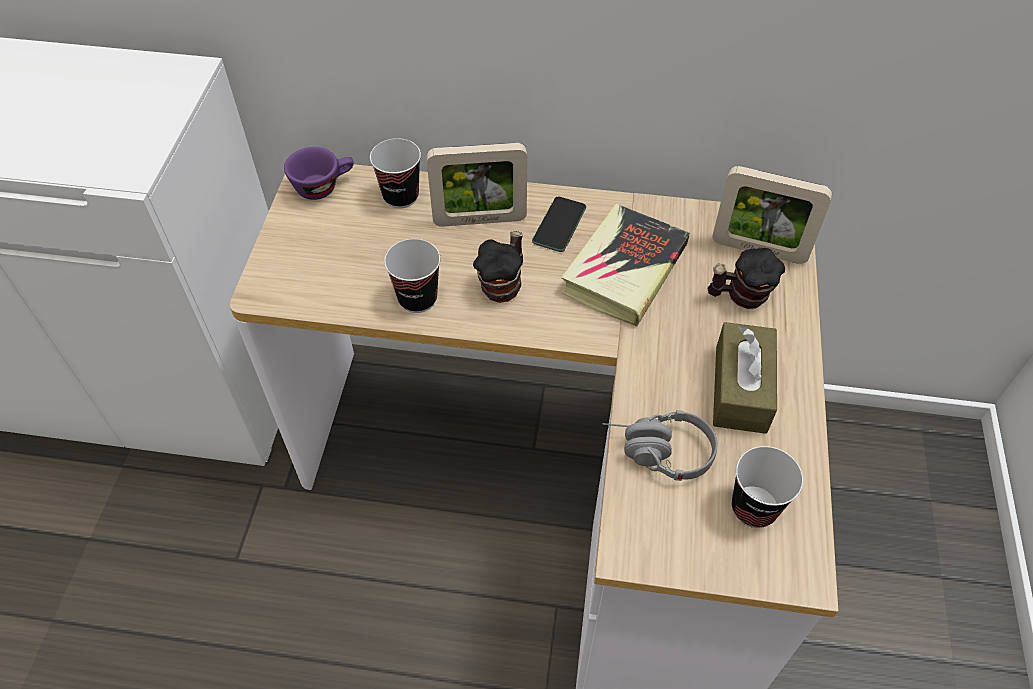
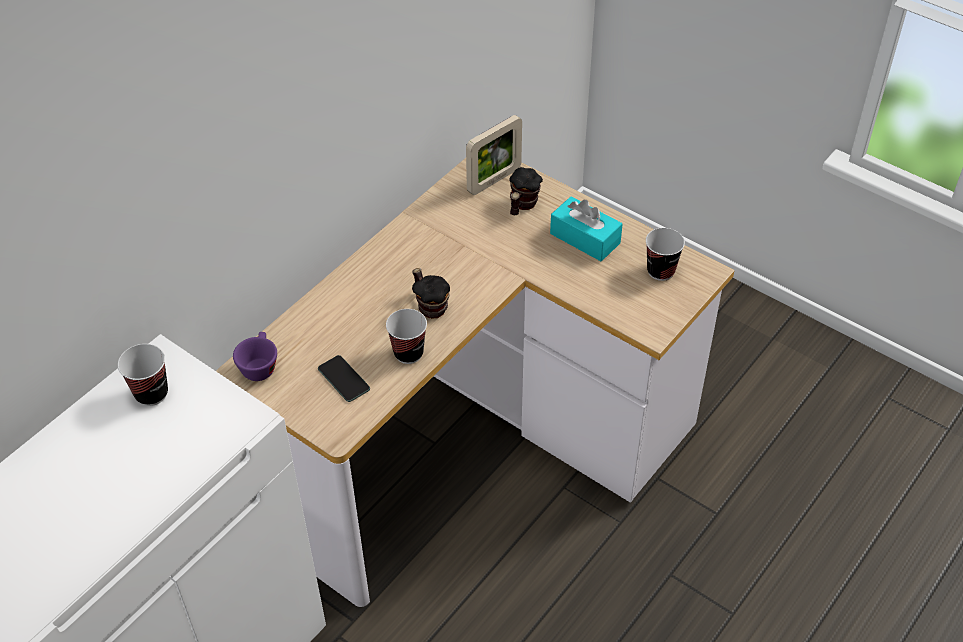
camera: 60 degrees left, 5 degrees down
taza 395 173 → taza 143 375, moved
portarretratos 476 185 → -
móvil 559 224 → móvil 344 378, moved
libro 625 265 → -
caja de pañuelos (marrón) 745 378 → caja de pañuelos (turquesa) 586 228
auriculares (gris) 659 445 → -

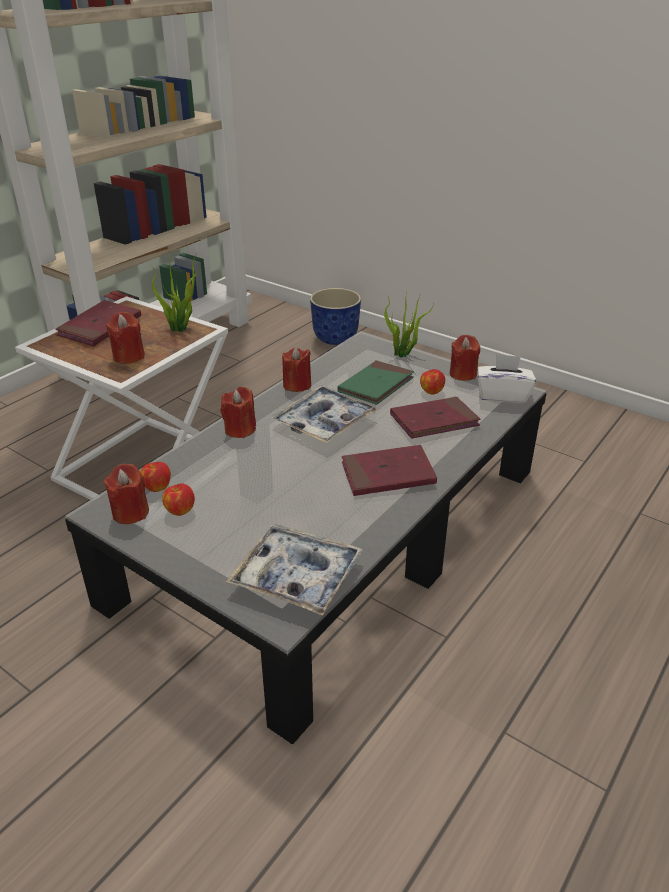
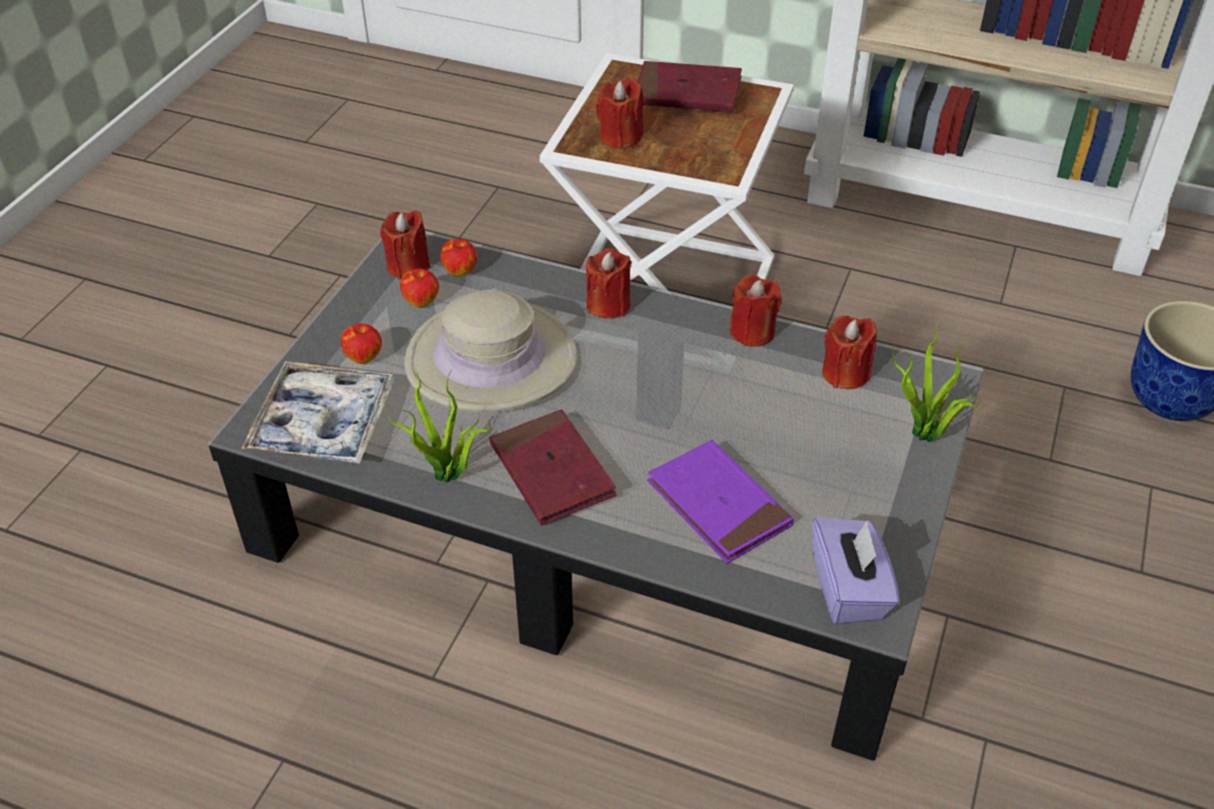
camera: 75 degrees right, 10 degrees up
planta en maceta 175 291 → planta en maceta 437 426, moved
vela (rojo) 465 358 → vela (rojo) 849 352, moved
caja de pañuelos (blanco) 506 378 → caja de pañuelos (morado) 856 570
libro (verde) 375 382 → -
manzana 432 381 → manzana 361 343, moved
bandeja 324 414 → -
libro (rojo) 435 417 → libro (morado) 720 501
- → sombrero (beis) 490 350

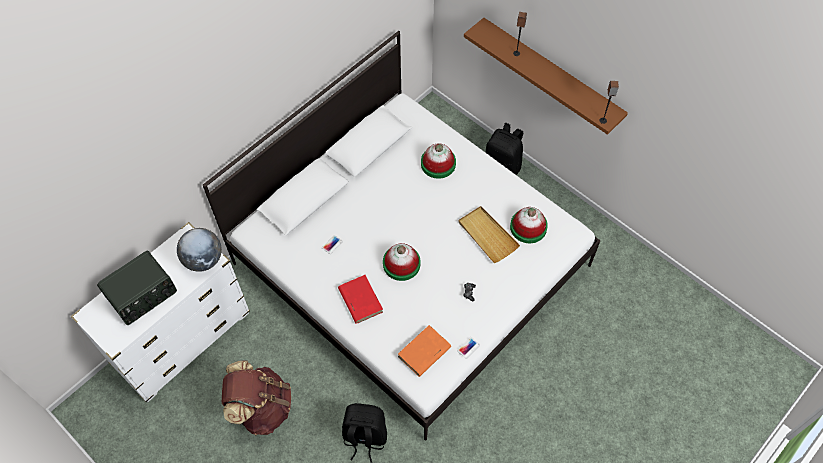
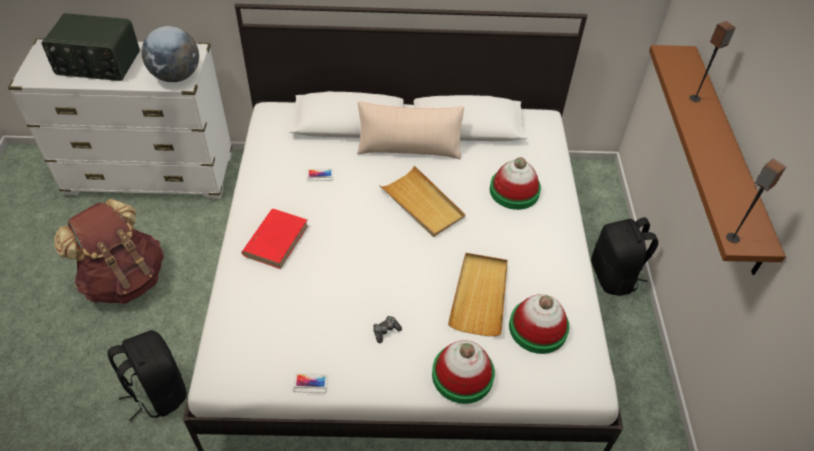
camera: 45 degrees right, 10 degrees down
sombrero 402 262 → sombrero 463 372, moved
libro (naranja) 424 351 → -
- → cojín (beis) 410 130
- → bandeja (beis) 422 201

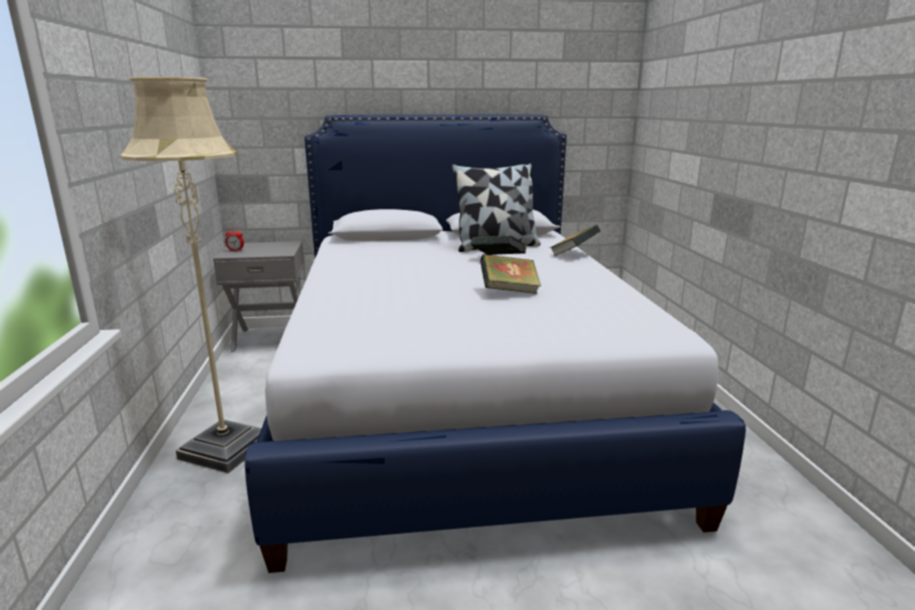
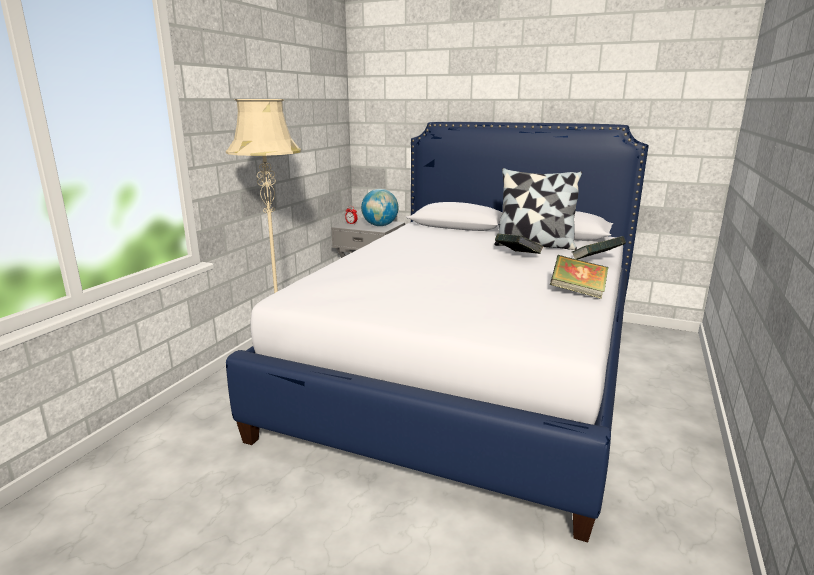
camera: 30 degrees right, 0 degrees up
libro 510 274 → libro 579 277, moved
- → globo terráqueo 380 207

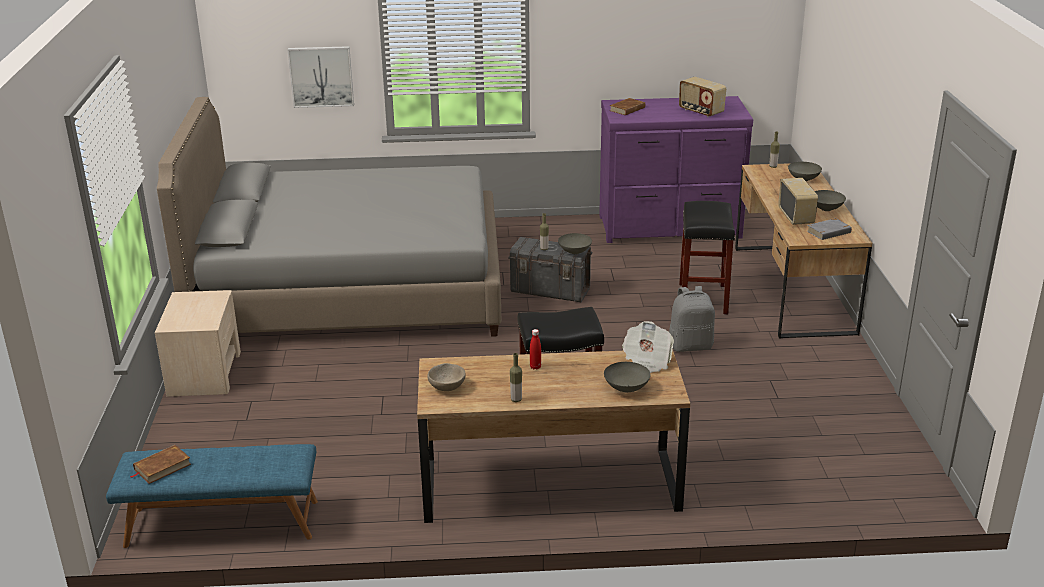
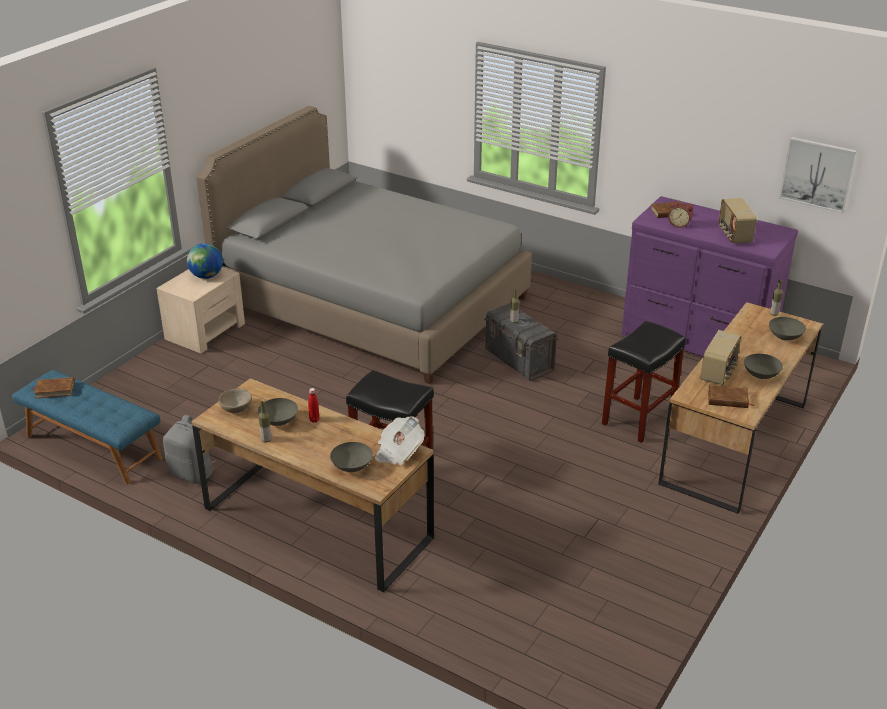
camera: 35 degrees right, 5 degrees up
cuadro 320 77 → cuadro 818 175, moved
libro (gris) 829 229 → libro (marrón) 731 396
cuenco (gris) 575 243 → cuenco (gris) 278 412, moved
mochila (gris) 692 319 → mochila (gris) 189 449, moved
- → despertador 680 214
- → globo terráqueo 205 261

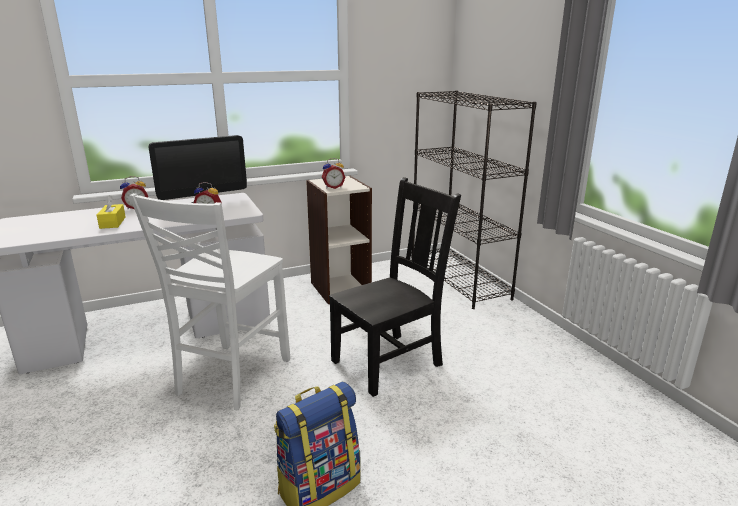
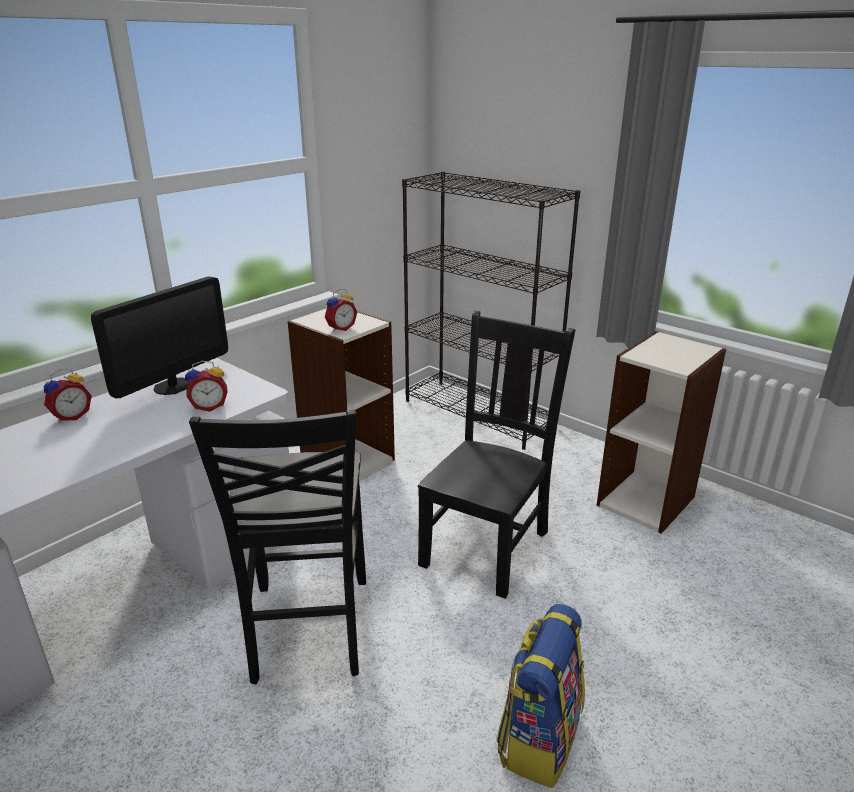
camera: 25 degrees left, 5 degrees up
silla (blanco) 209 301 → silla (negro) 277 546
caja de pañuelos (amarillo) 111 212 → -
- → estantería 661 432

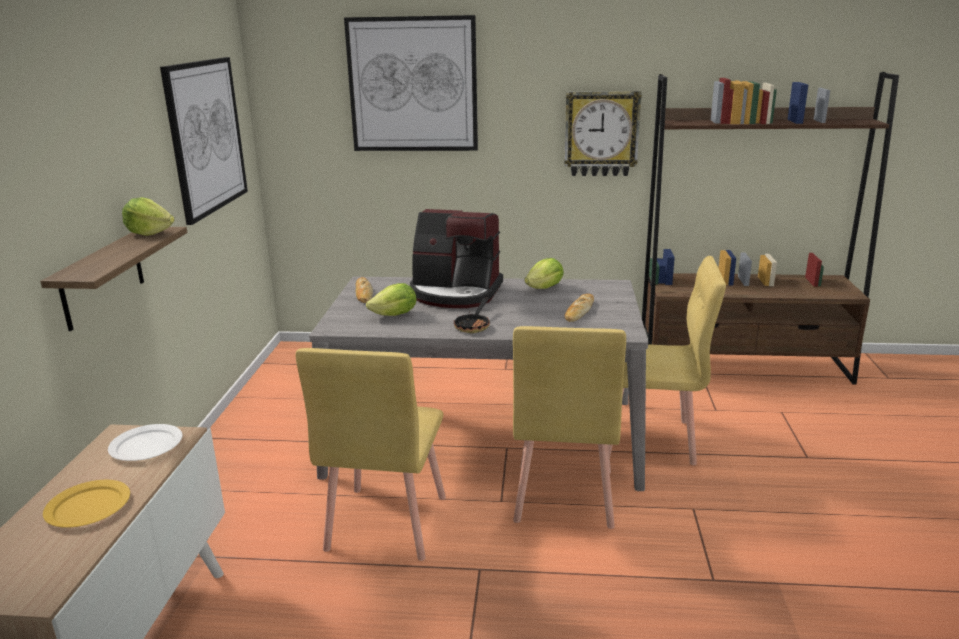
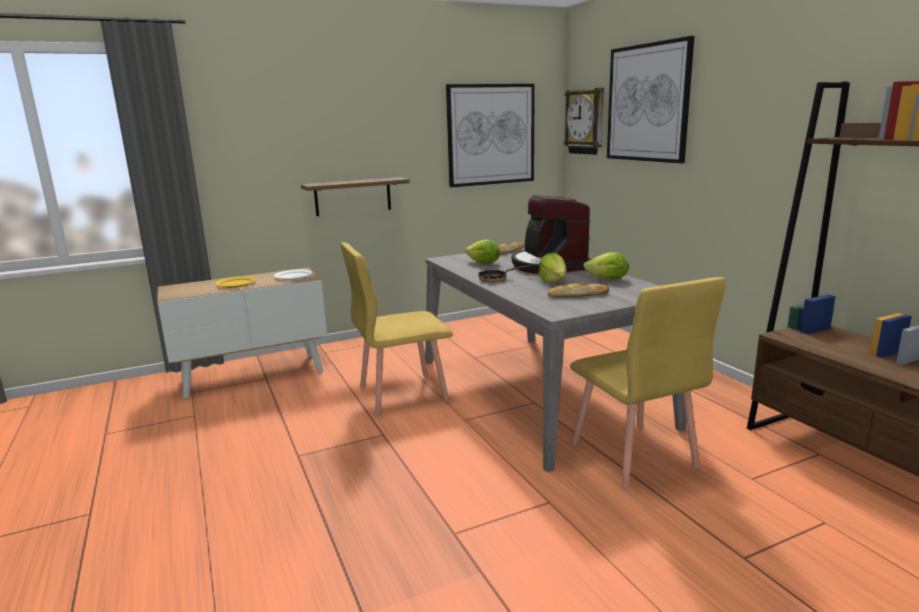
camera: 60 degrees right, 5 degrees down
reloj de pared 603 133 → reloj de pared 584 121, moved
lechuga 148 216 → lechuga 552 268, moved
silla (amarillo) 569 427 → -

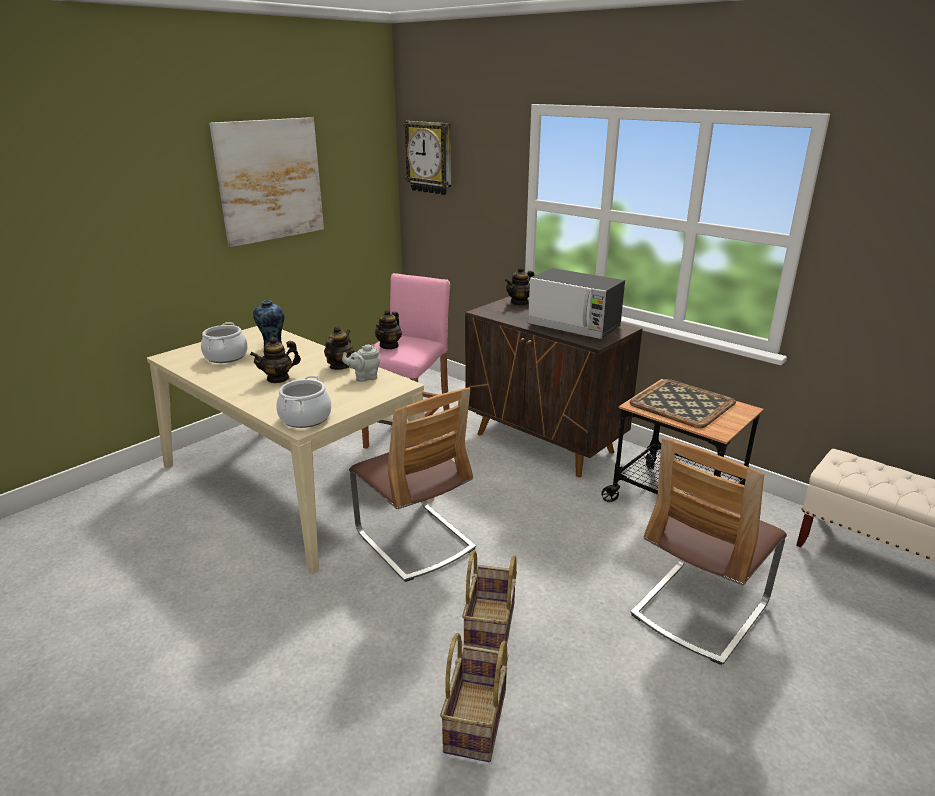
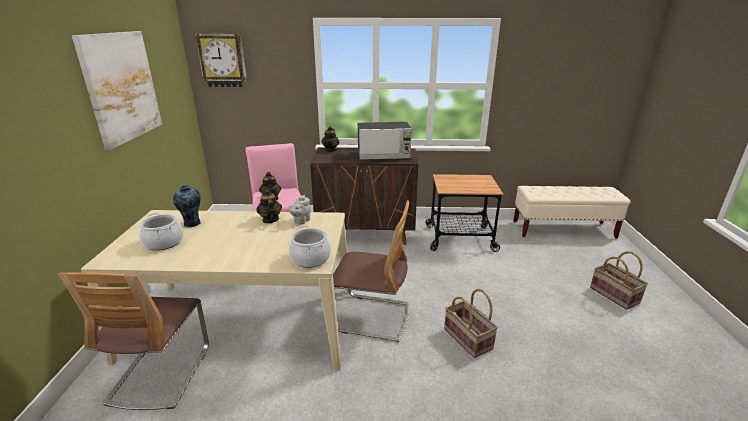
camera: 40 degrees left, 0 degrees up
tetera 275 360 → -
bandeja 682 403 → -
silla 708 551 → silla 133 341, moved
cesta 474 697 → cesta 619 280, moved

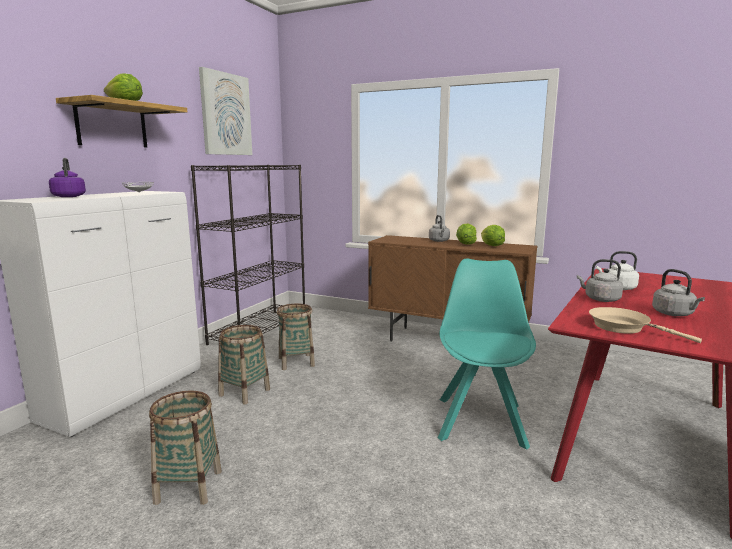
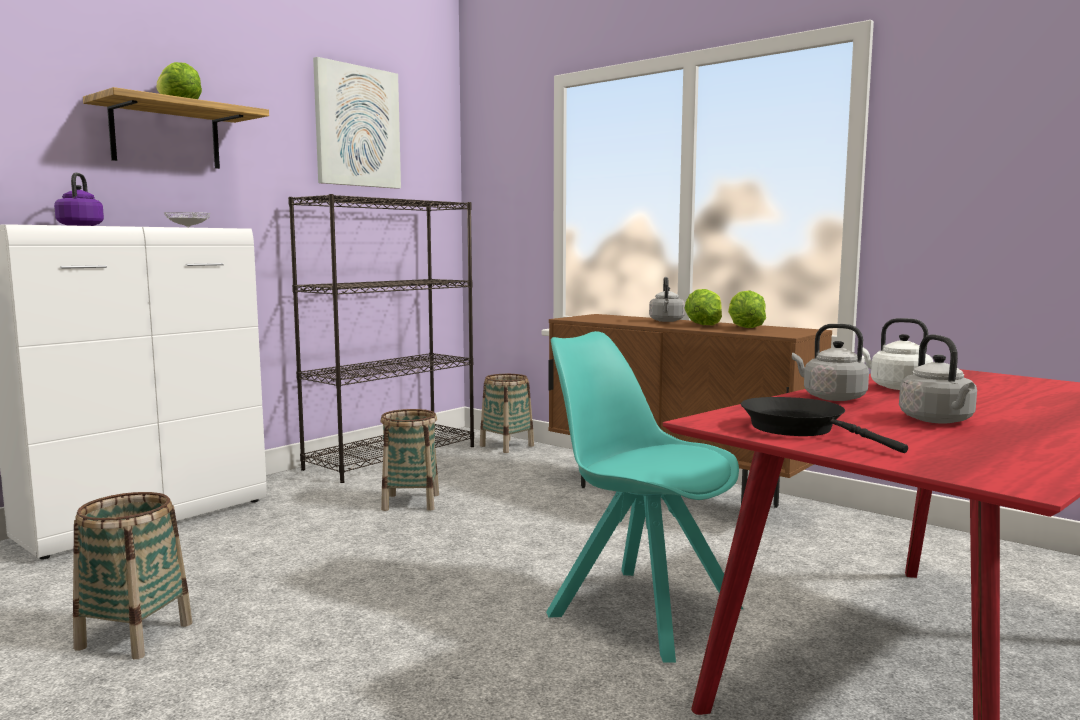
camera: 15 degrees right, 5 degrees down
silla (turquesa) 487 354 → silla (turquesa) 644 497, 75 degrees counterclockwise
sartén (beis) 645 325 → sartén (negro) 824 425
cesta 244 364 → cesta 507 413, moved

